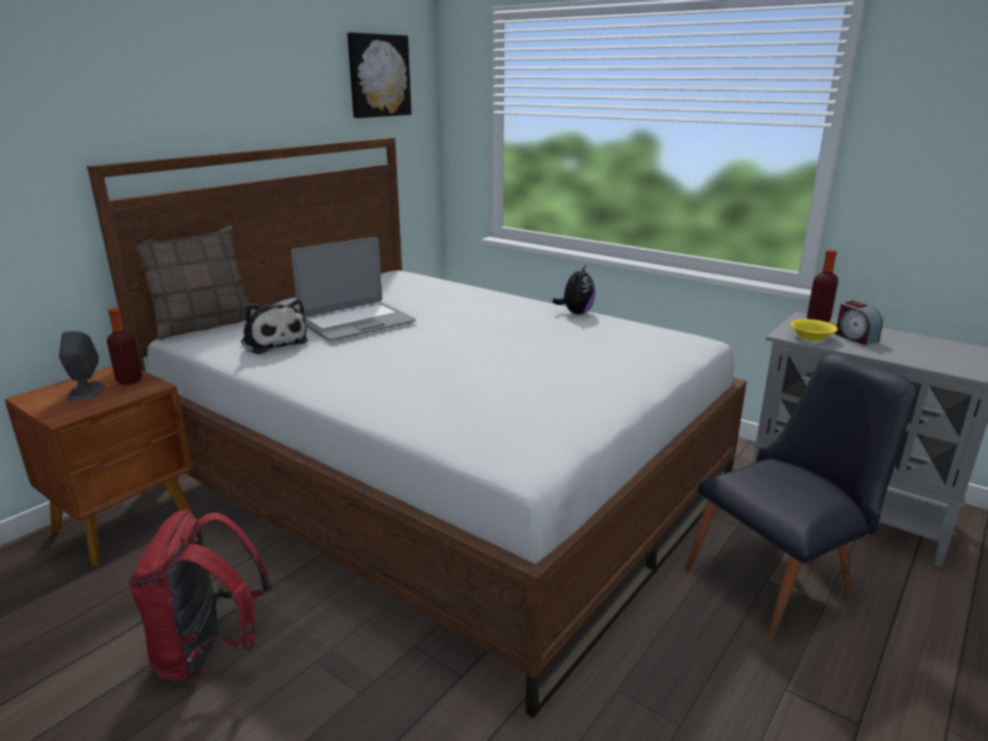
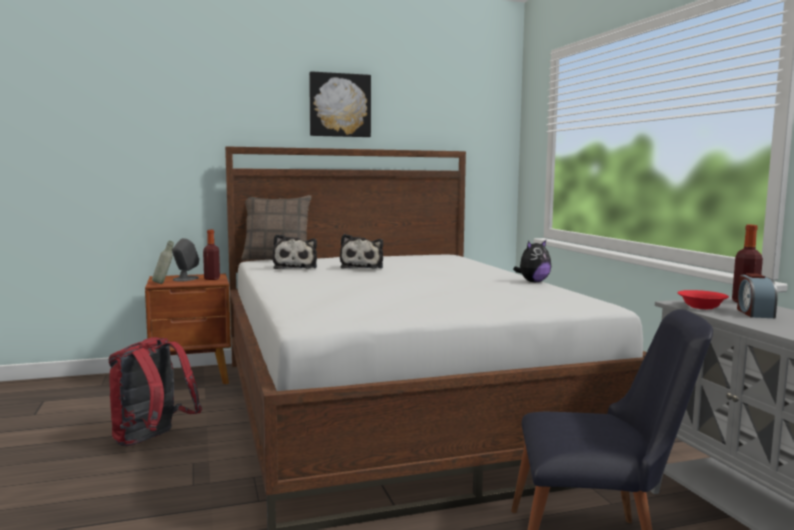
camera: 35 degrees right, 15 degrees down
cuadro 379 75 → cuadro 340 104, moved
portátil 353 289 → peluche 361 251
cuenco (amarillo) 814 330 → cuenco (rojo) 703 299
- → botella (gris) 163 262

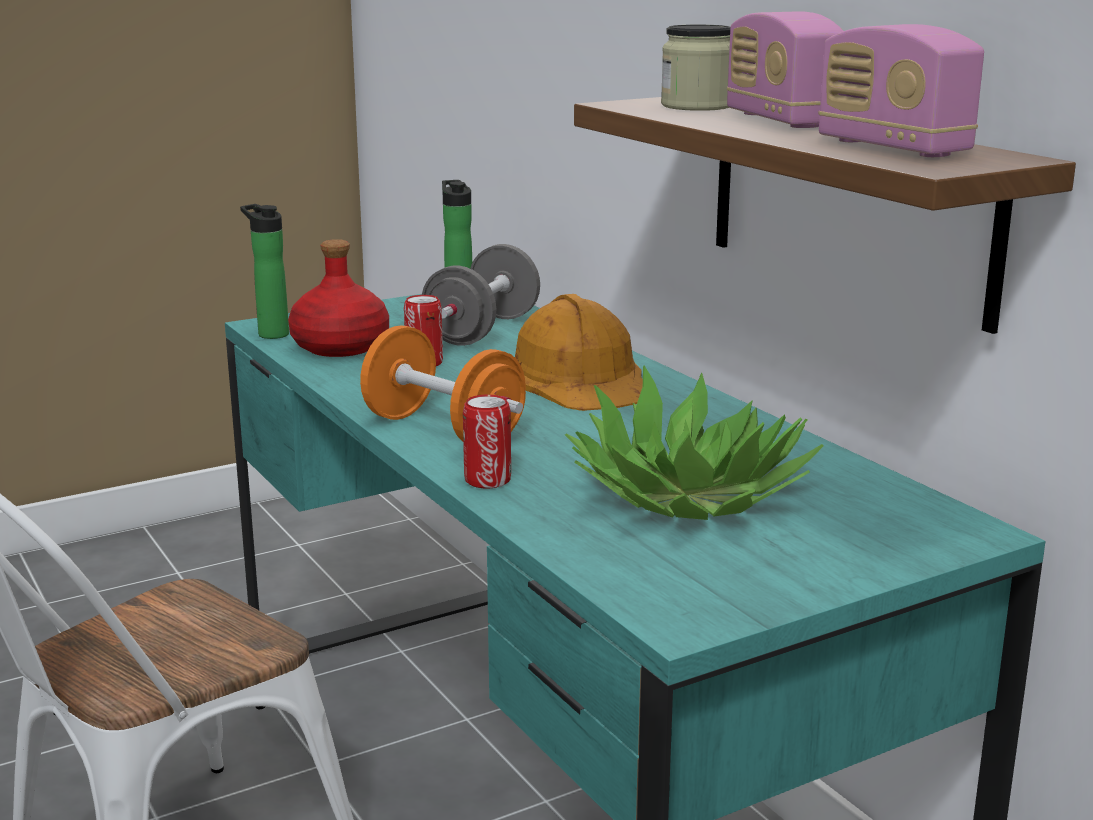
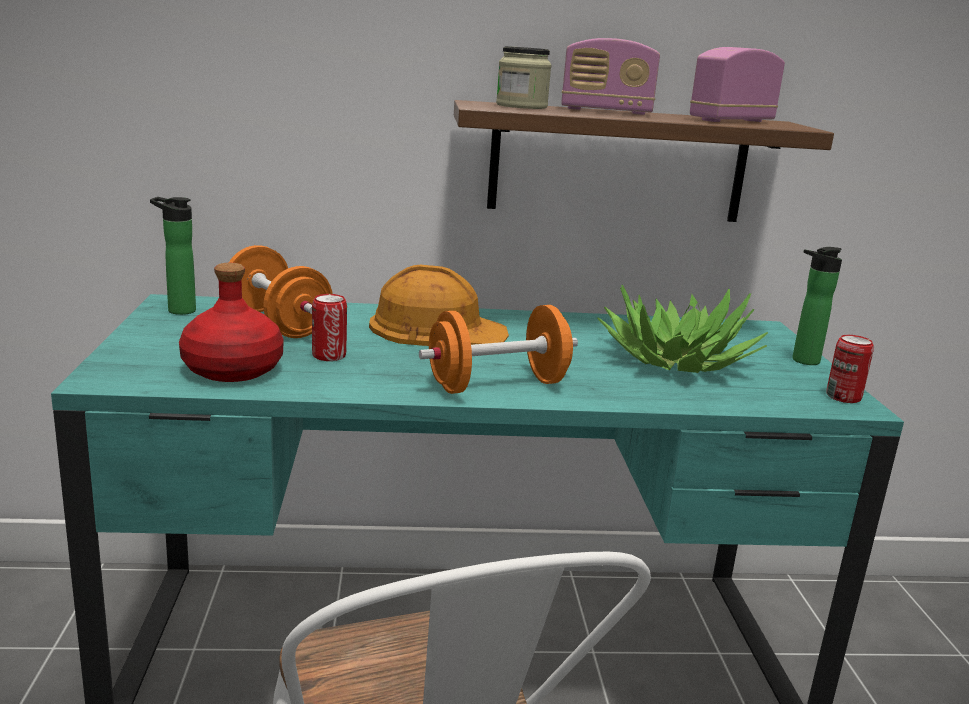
camera: 65 degrees left, 0 degrees up
radio 901 90 → radio 737 84, 150 degrees clockwise
botella 264 271 → botella 817 306, moved
mancuerna (gris) 481 295 → mancuerna (naranja) 280 291
lata 487 441 → lata 850 369, moved

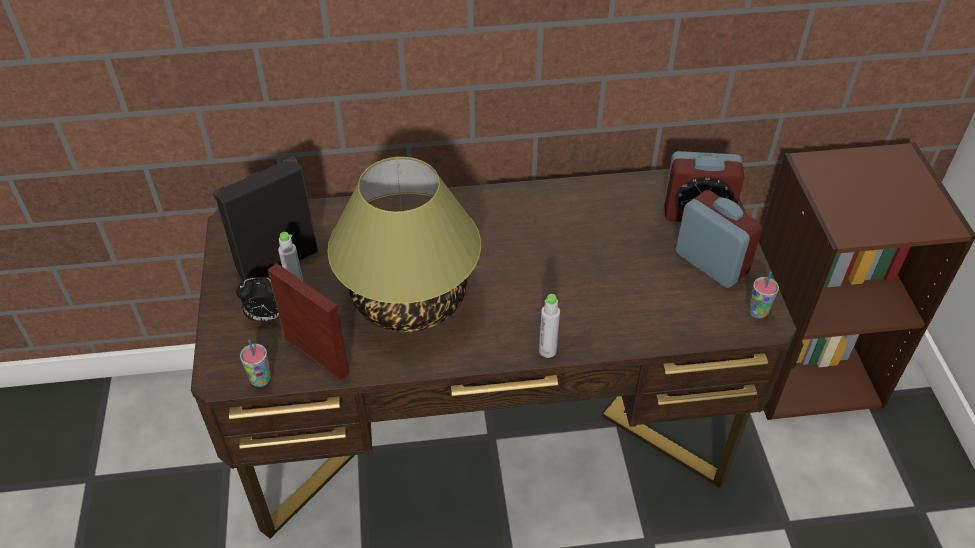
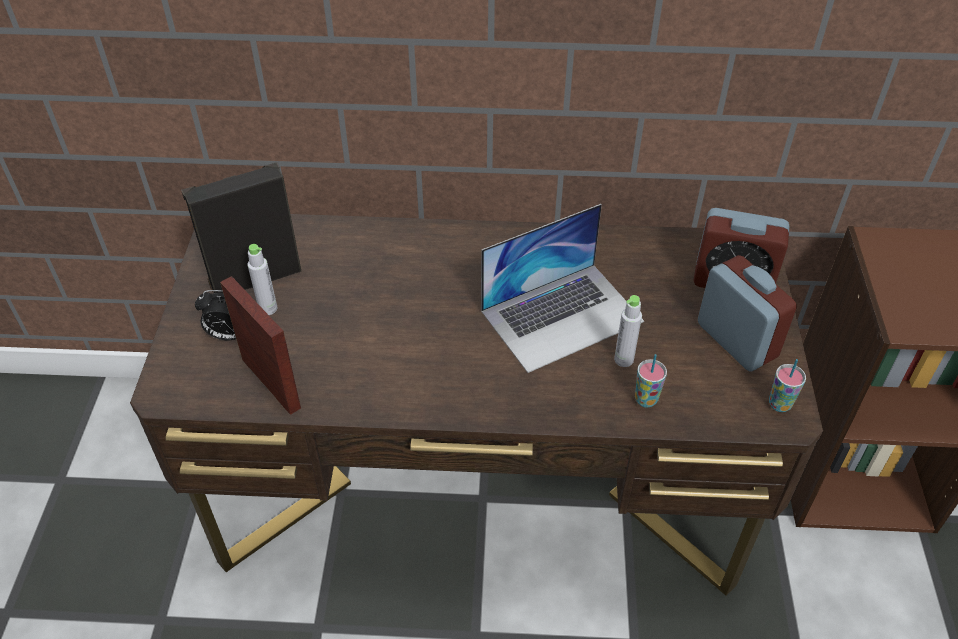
camera: 10 degrees right, 0 degrees up
lámpara de mesa 404 245 → -
botella (gris) 549 326 → botella (gris) 628 331, moved
taza 255 363 → taza 651 380, moved
- → portátil 562 288

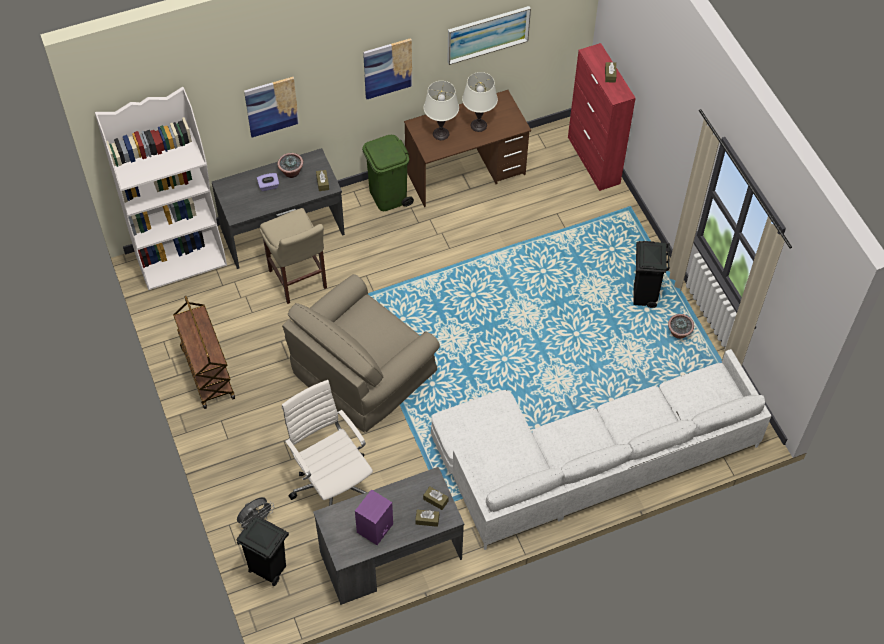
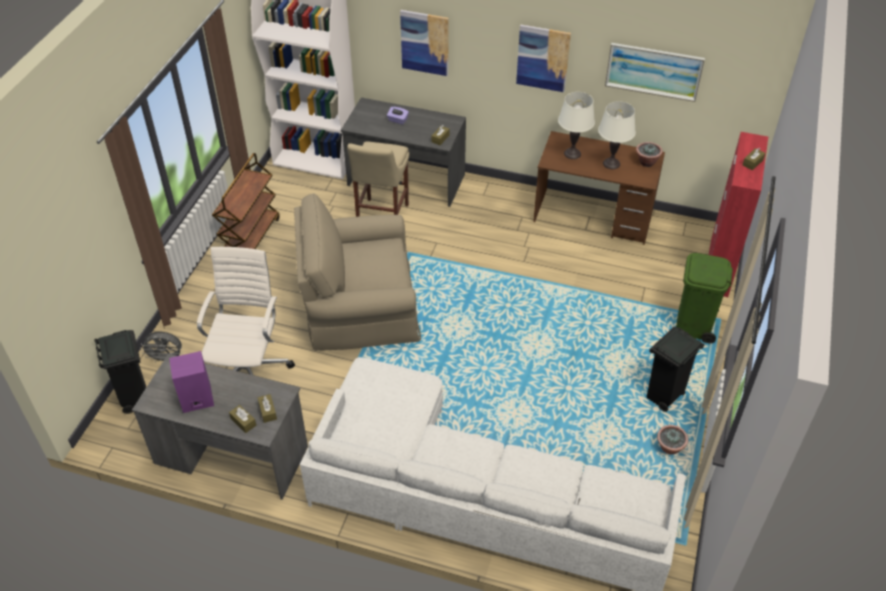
camera: 40 degrees right, 10 degrees down
papelera (verde) 388 173 → papelera (verde) 704 298, moved
planta en maceta 290 165 → planta en maceta 649 154, moved

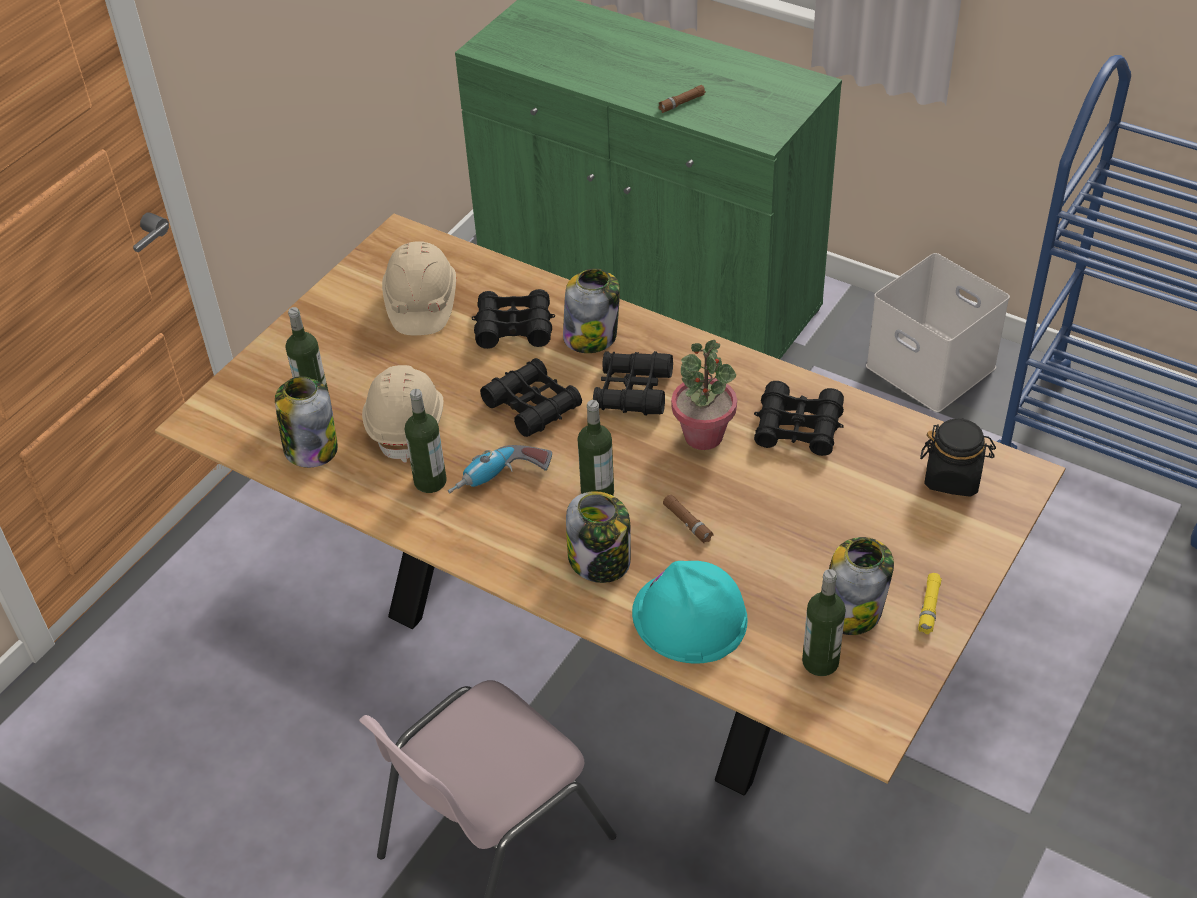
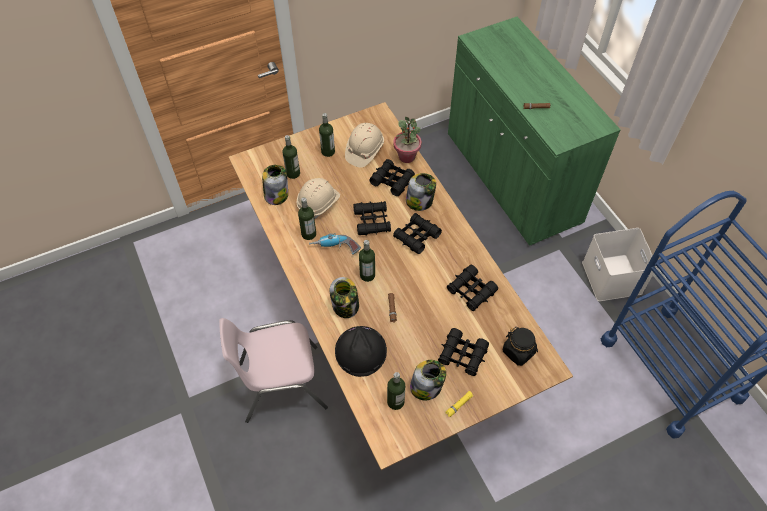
camera: 30 degrees right, 10 degrees up
planta en maceta 704 395 → planta en maceta 407 140, moved
casco (turquesa) 690 612 → casco (negro) 361 351
- → botella 327 135
- → prismáticos (negro) 463 352

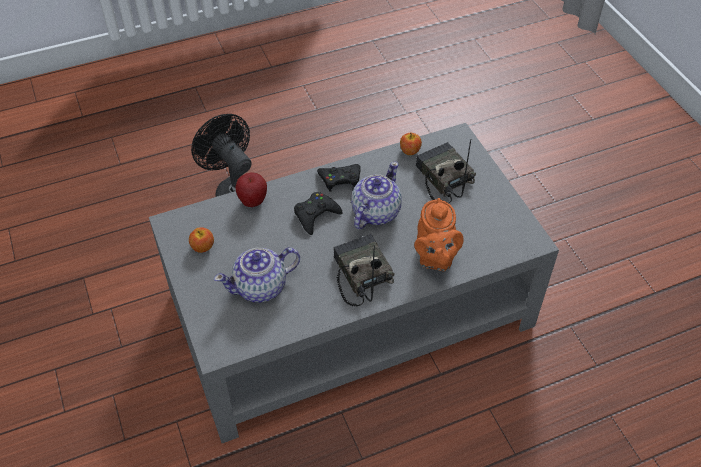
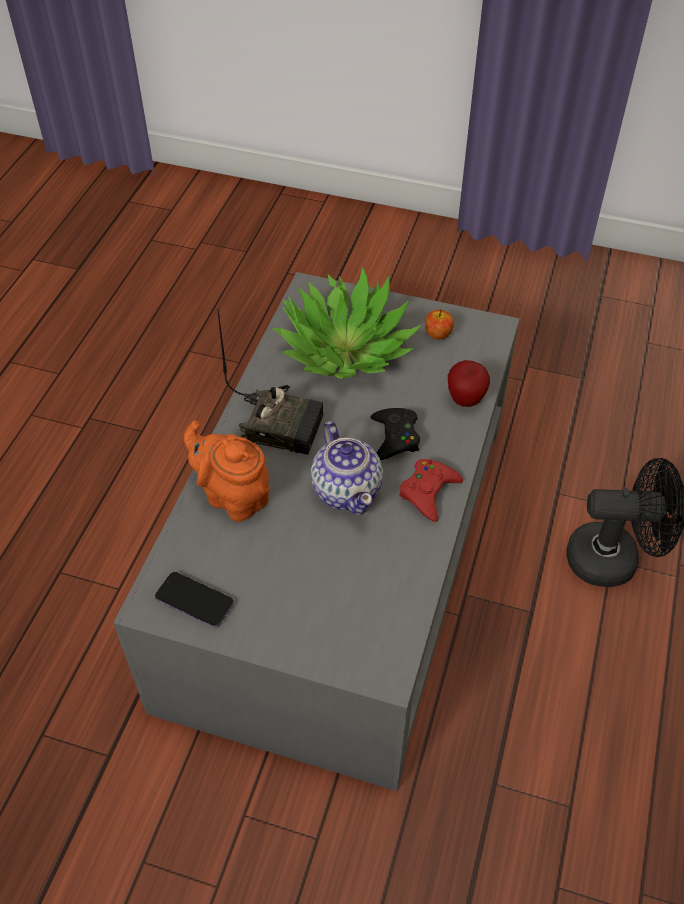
camera: 130 degrees right, 0 degrees up
manzana 411 143 → -
radio 446 171 → -
mando de consola (negro) 339 178 → mando de consola (rojo) 431 490
tetera 257 274 → planta en maceta 346 323
- → móvil 194 600

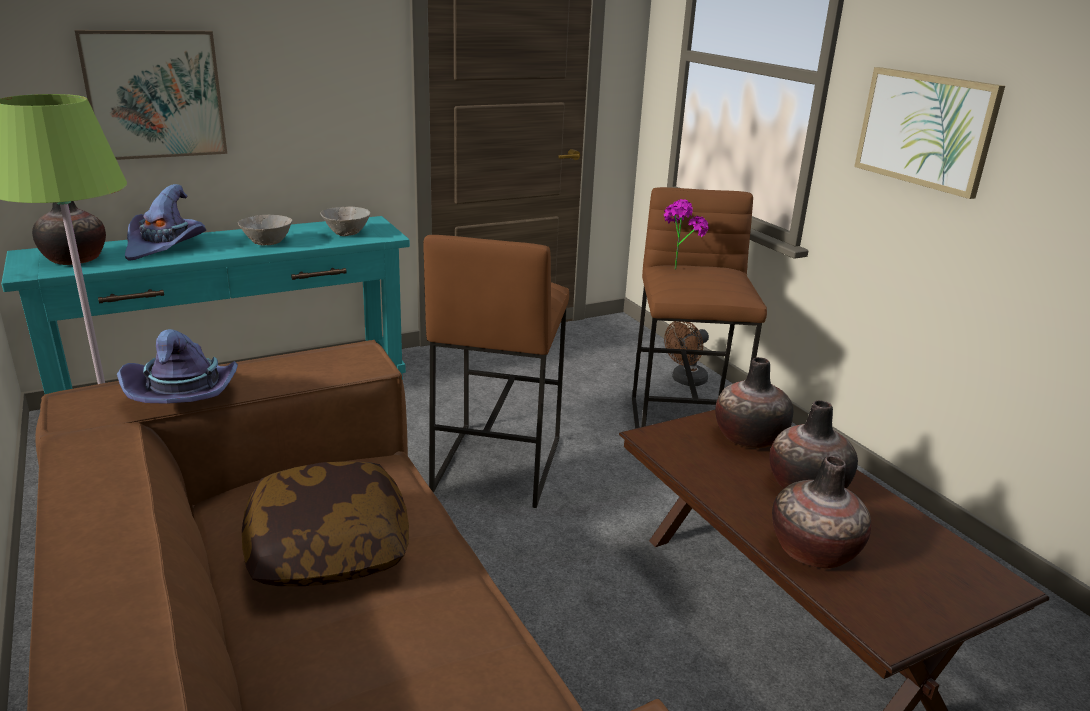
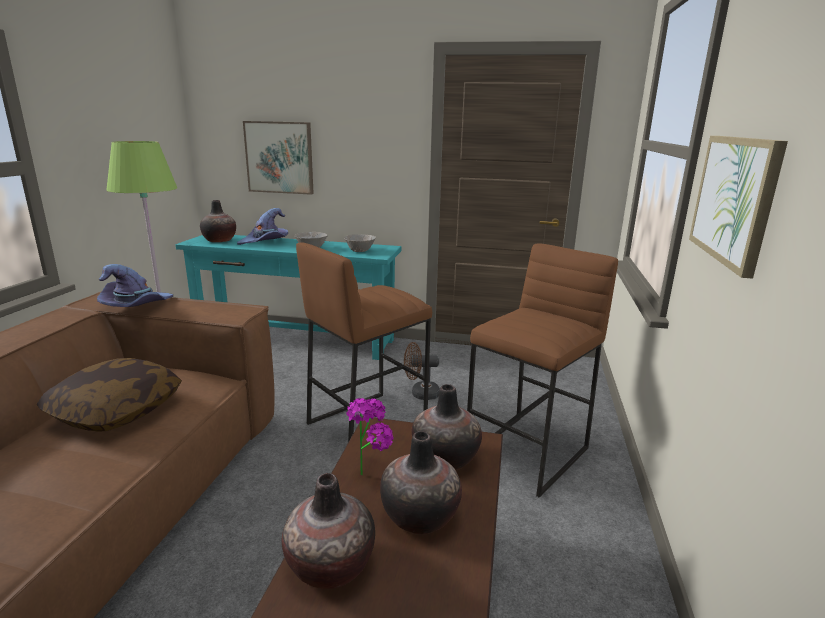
camera: 40 degrees right, 5 degrees down
planta en maceta 686 234 → planta en maceta 370 436, moved
ventilador (marrón) 686 353 → ventilador (marrón) 422 371, moved

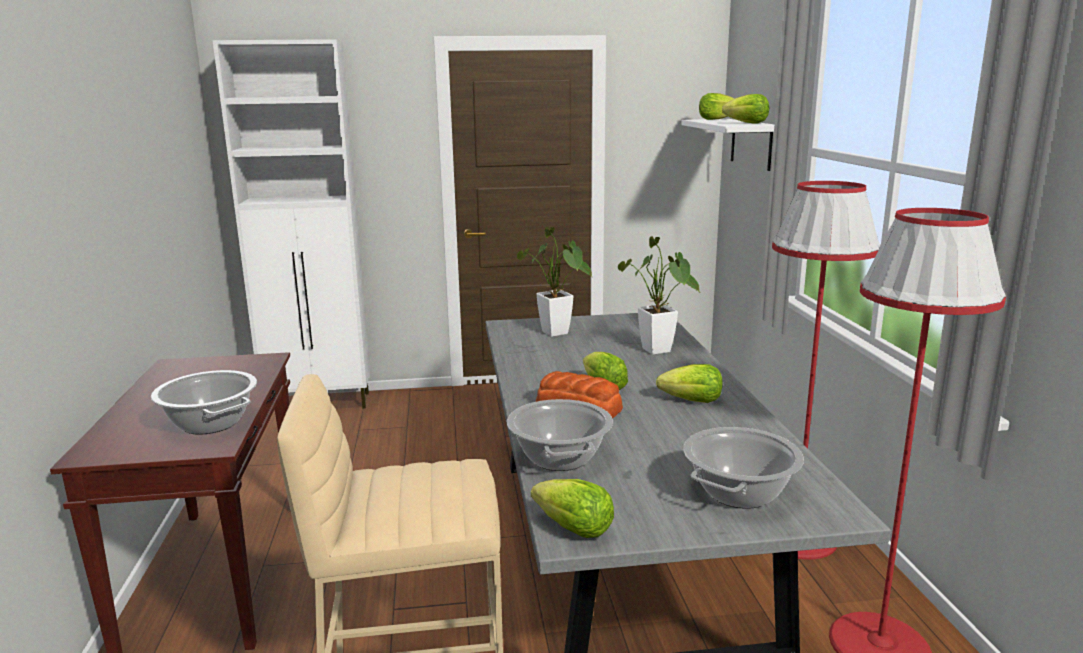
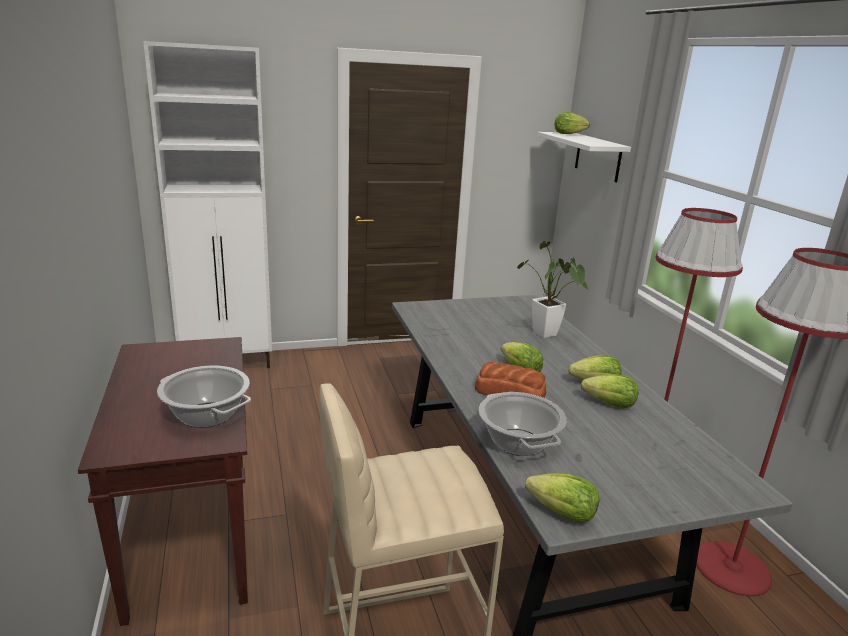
camera: 10 degrees left, 5 degrees up
lechuga 745 109 → lechuga 610 391, moved
planta en maceta 554 282 → -
olla 744 468 → -

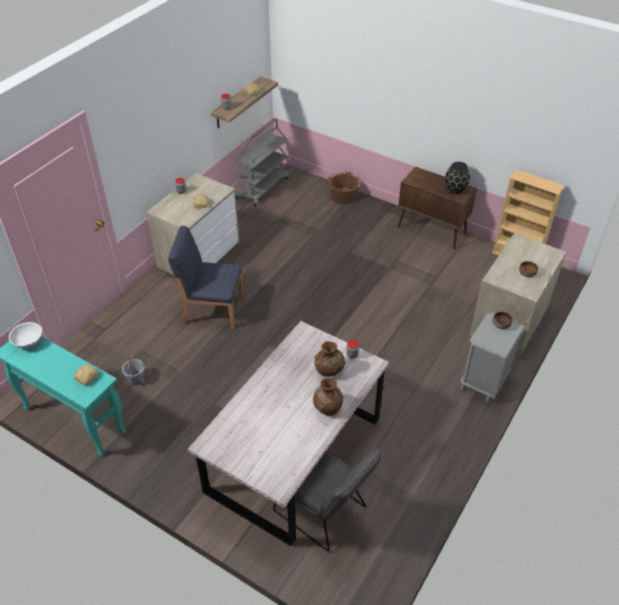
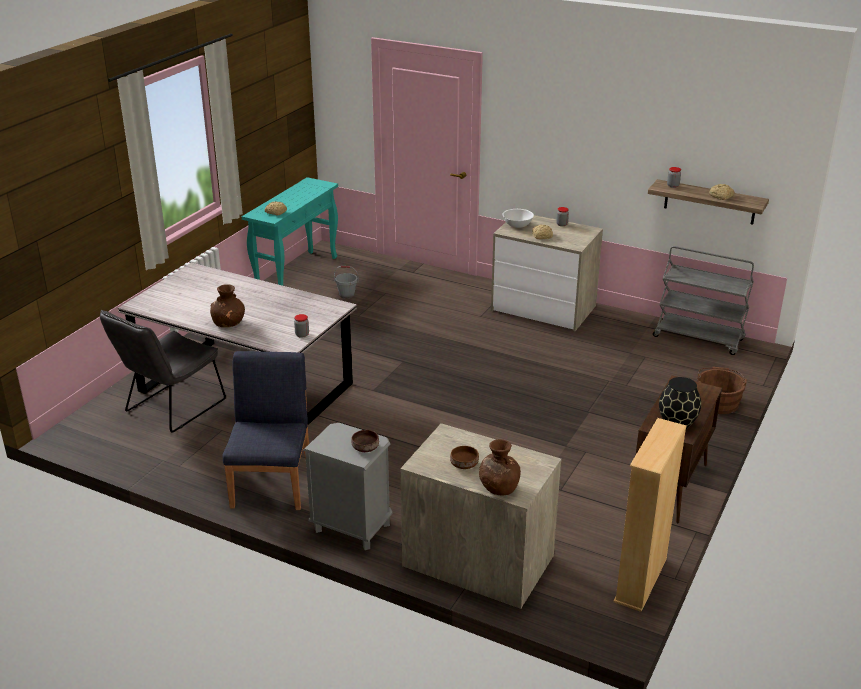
camera: 85 degrees right, 15 degrees down
silla (azul) 205 277 → silla (azul) 265 430, moved
cuenco (blanco) 25 335 → cuenco (blanco) 518 218, moved
florero (marrón) 330 359 → florero (marrón) 500 467, moved

